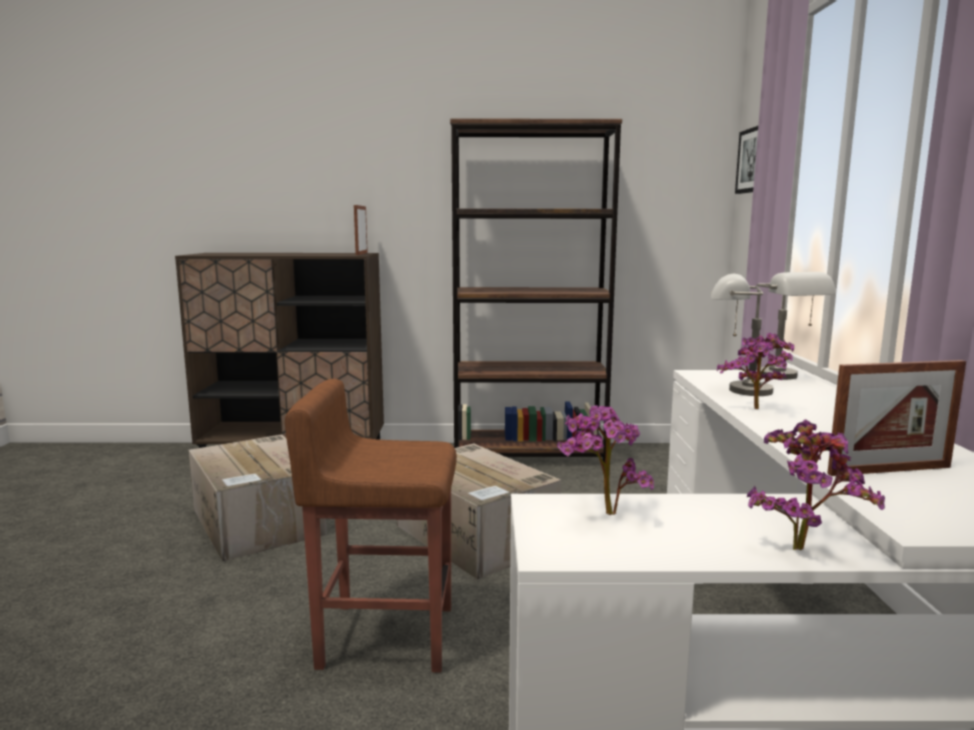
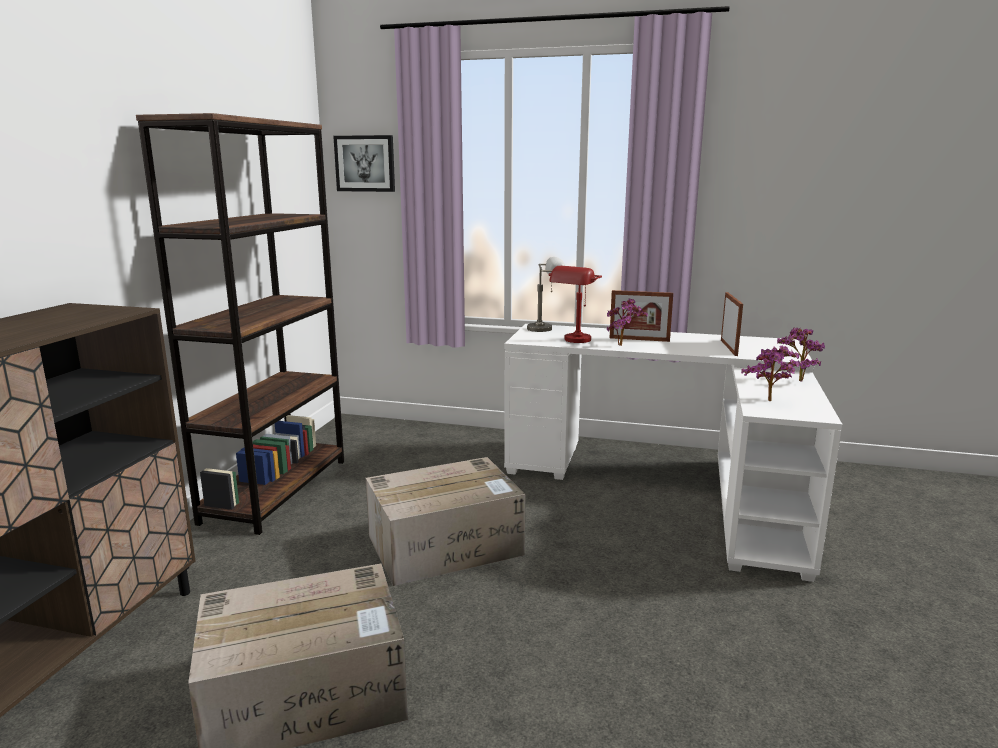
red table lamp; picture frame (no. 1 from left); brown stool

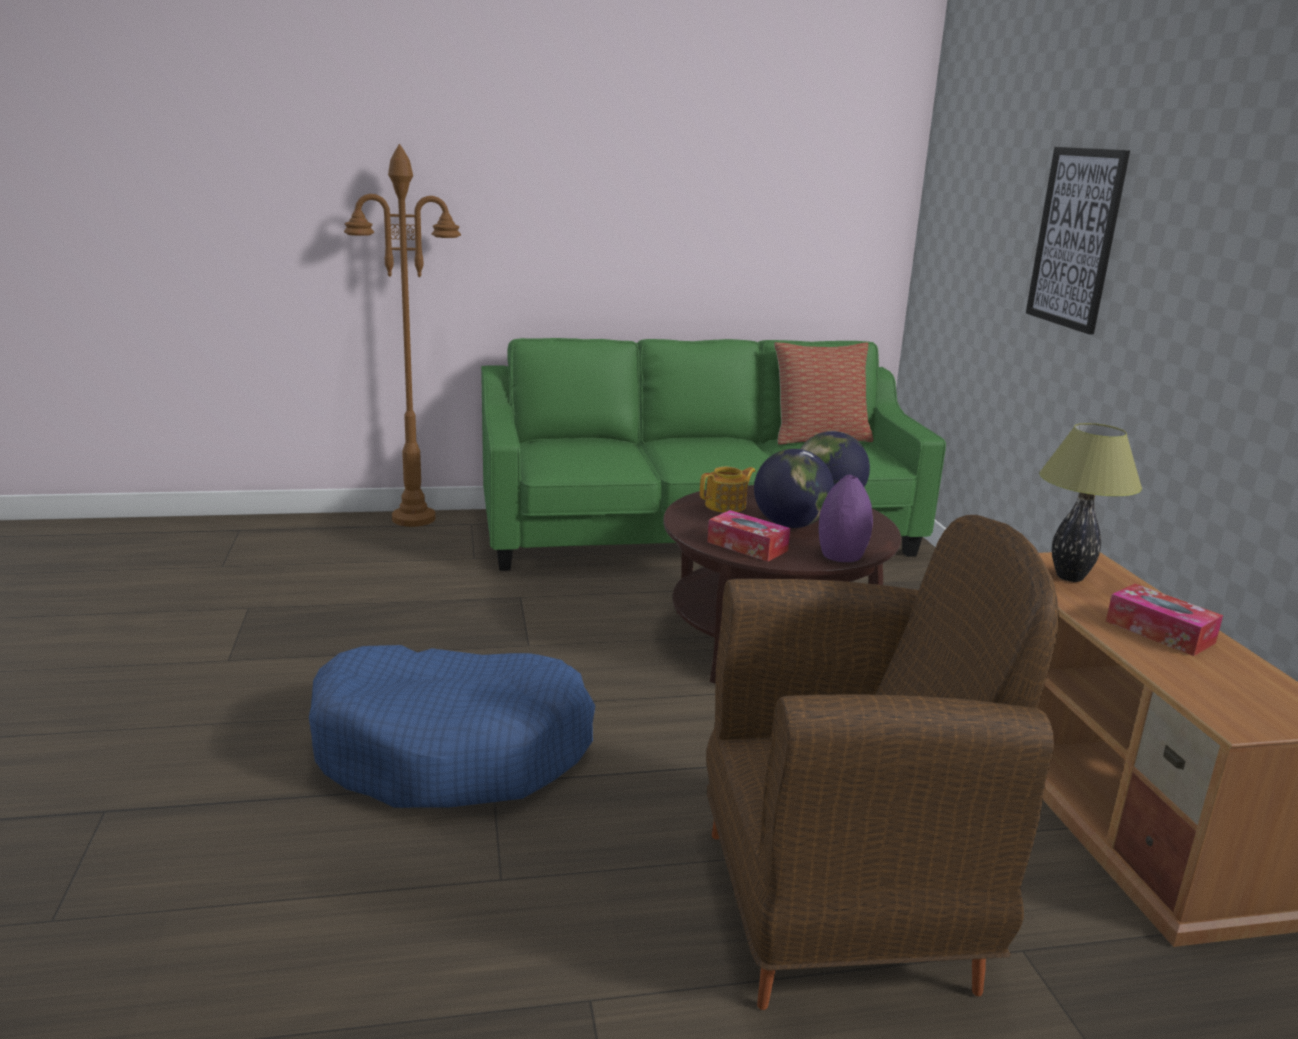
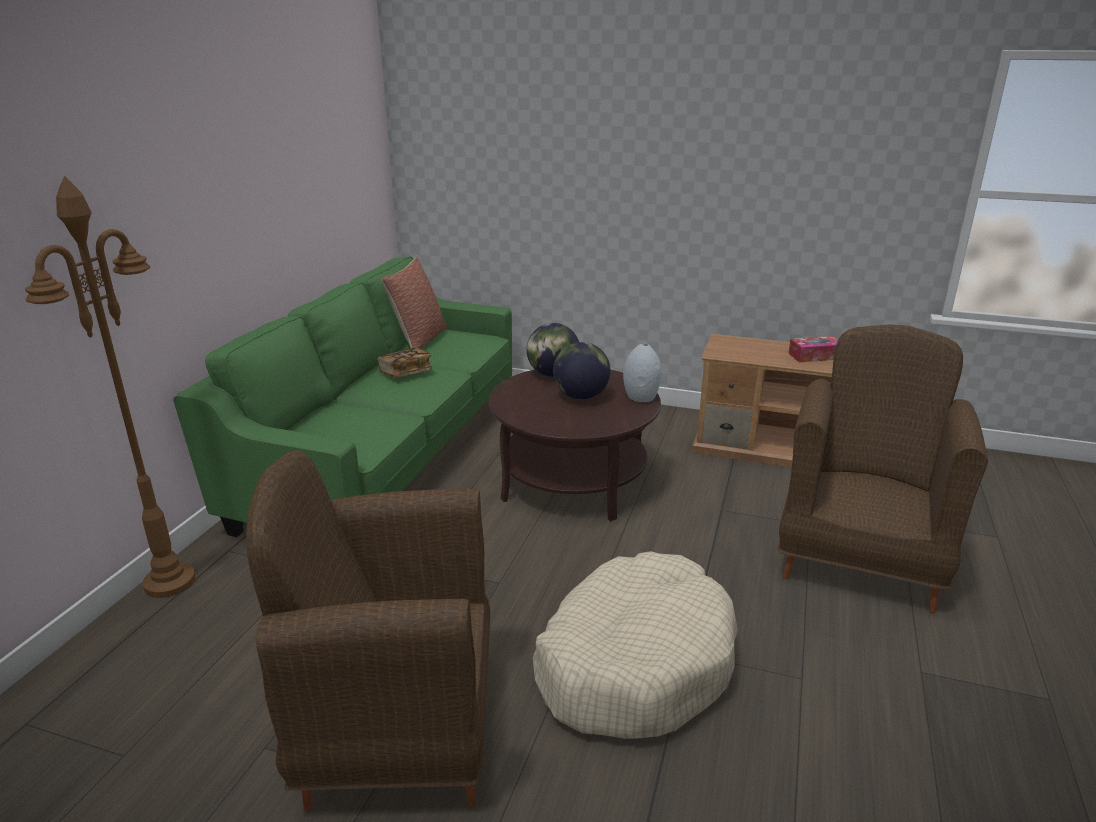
brown armchair (no. 1 from left); book; beige dog bed; grey vase; teapot; tissue box (no. 1 from left in the first image); picture; table lamp

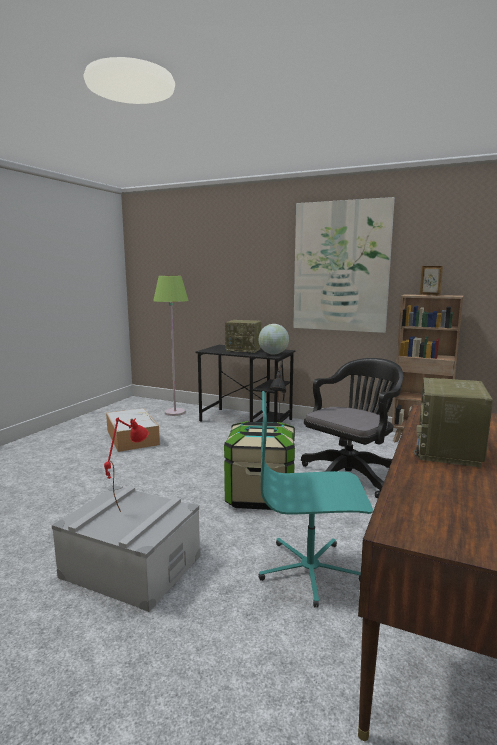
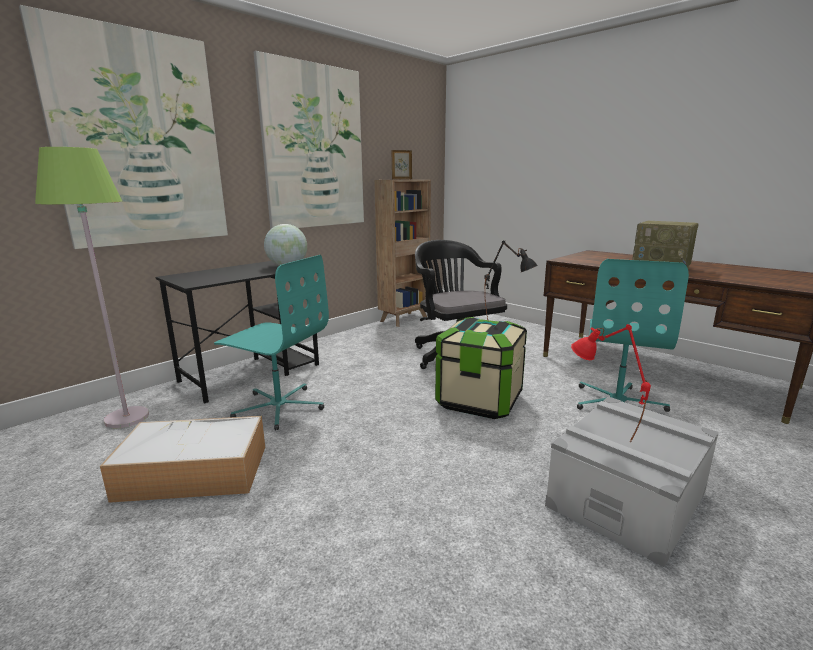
picture (no. 1 from left); turquoise office chair (no. 1 from left); radio (no. 1 from left in the first image)

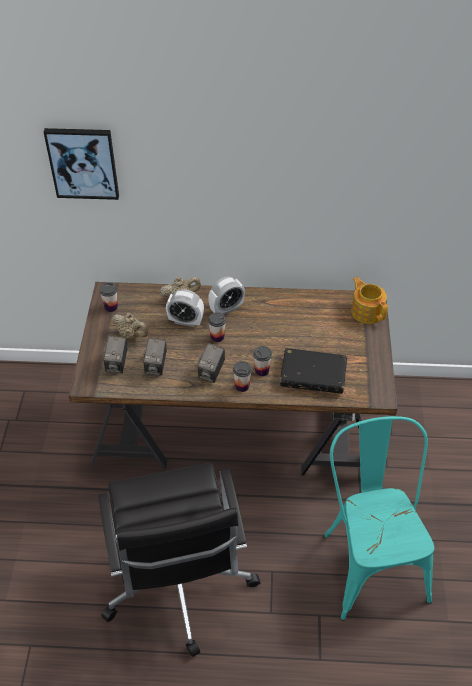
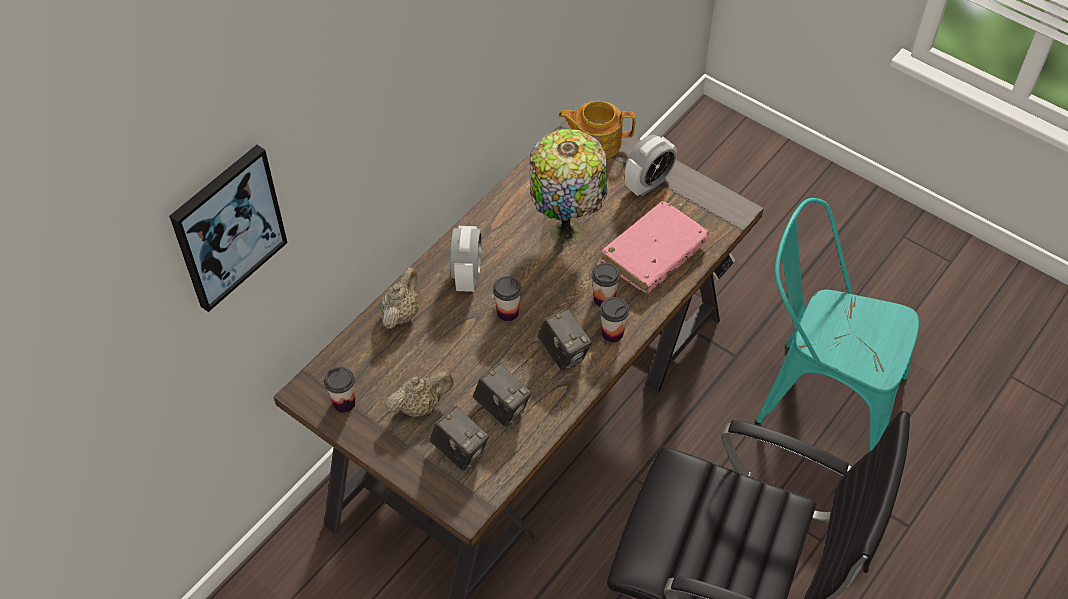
table lamp; pink book; alarm clock (no. 2 from left)

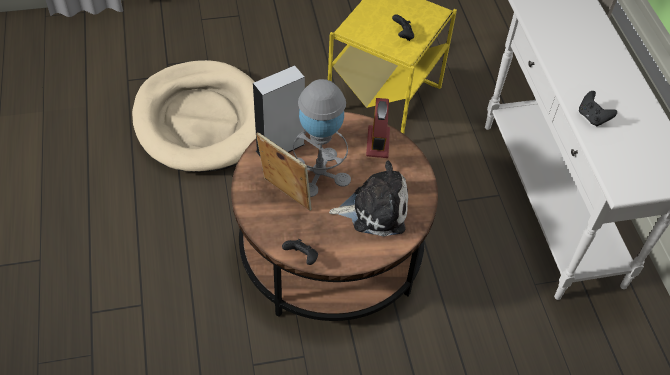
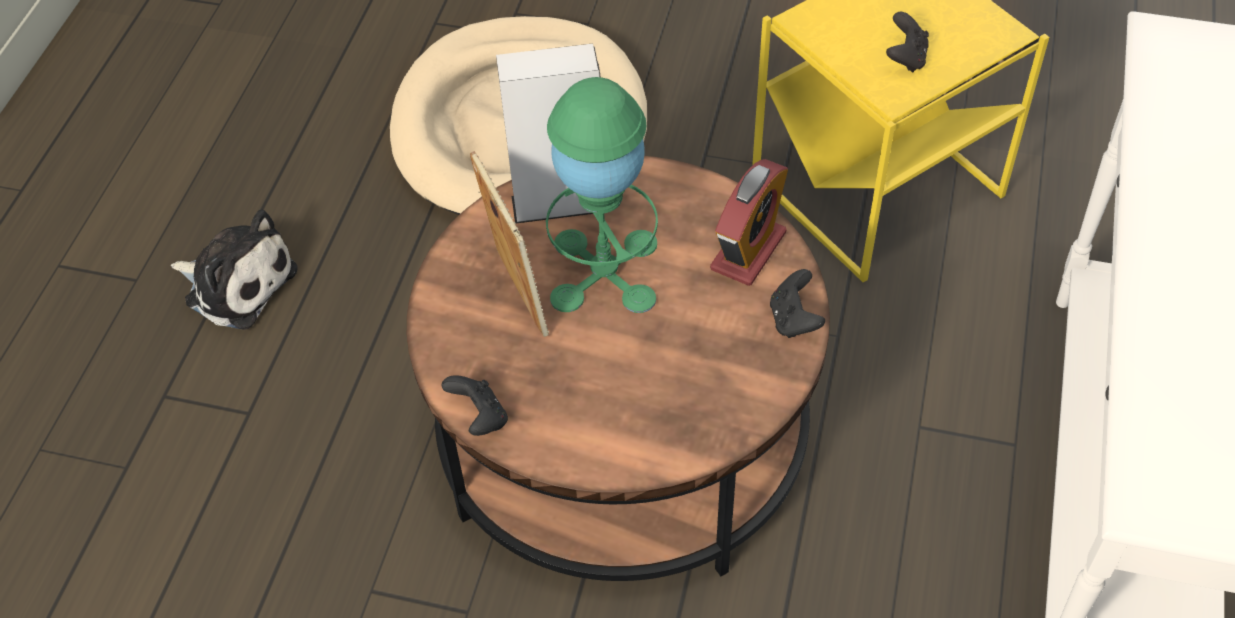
plush toy; green table lamp; black game controller (no. 2 from left)

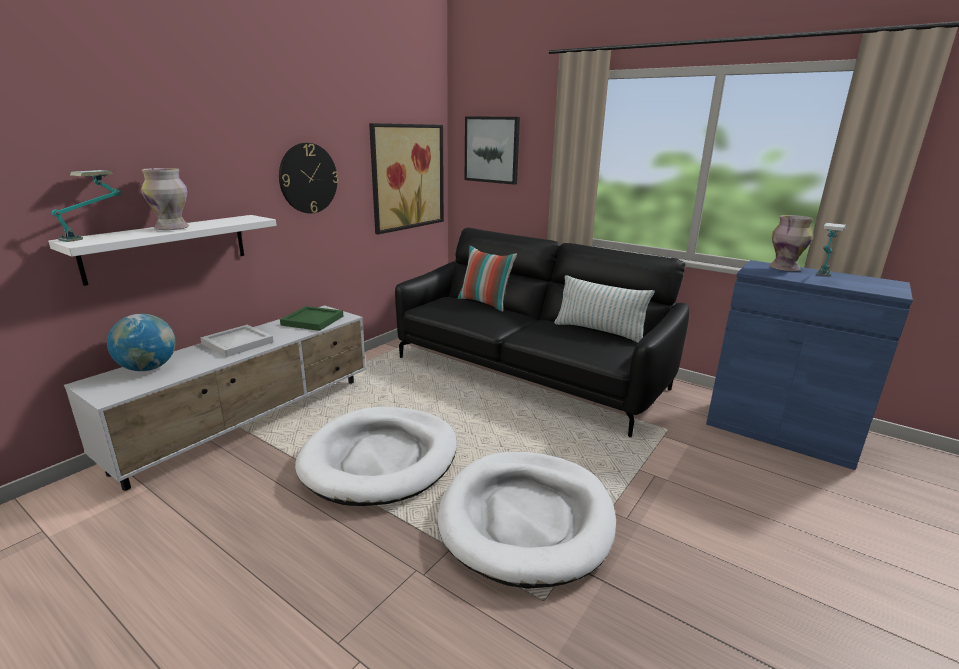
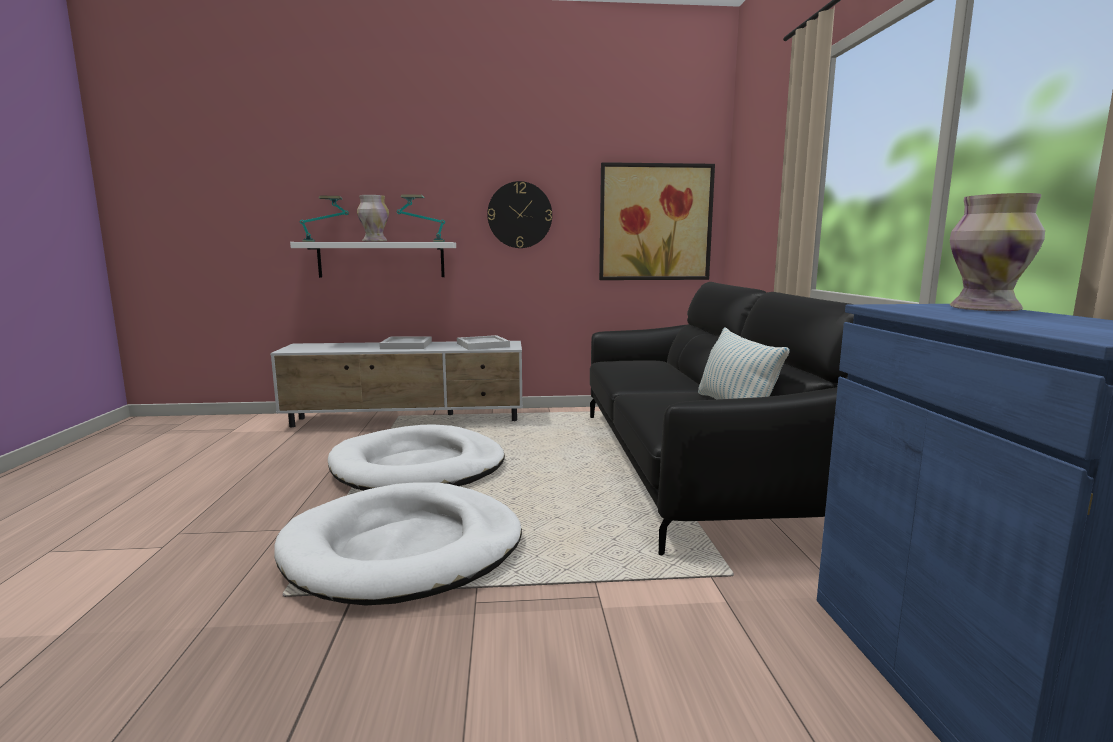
table lamp (no. 2 from left); white tray (no. 2 from left); globe; pillow (no. 1 from left in the first image); picture (no. 2 from left in the first image)

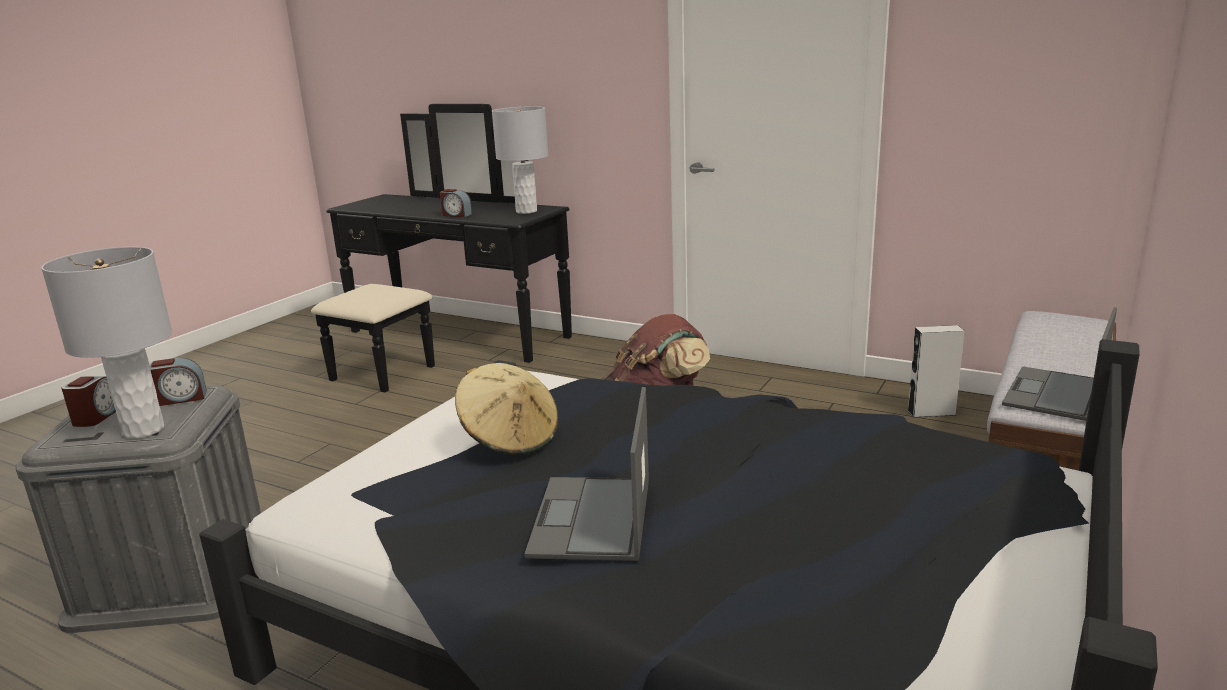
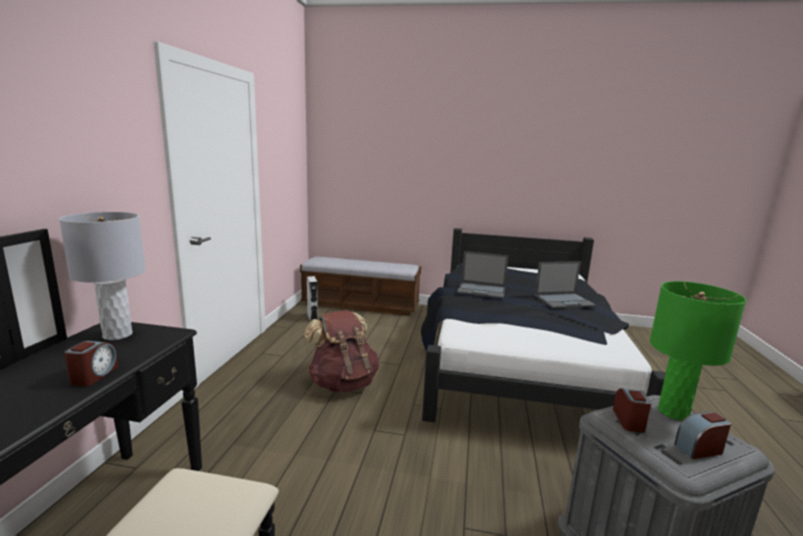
laptop (no. 1 from left); alarm clock (no. 2 from left); green table lamp; beige hat

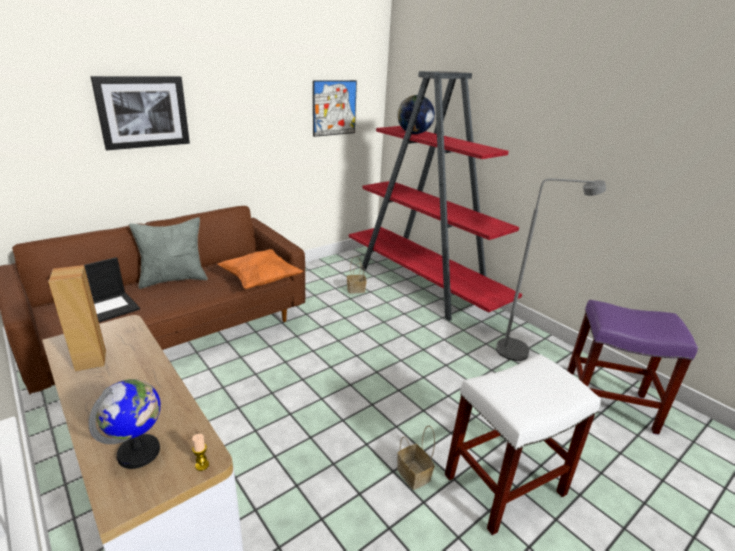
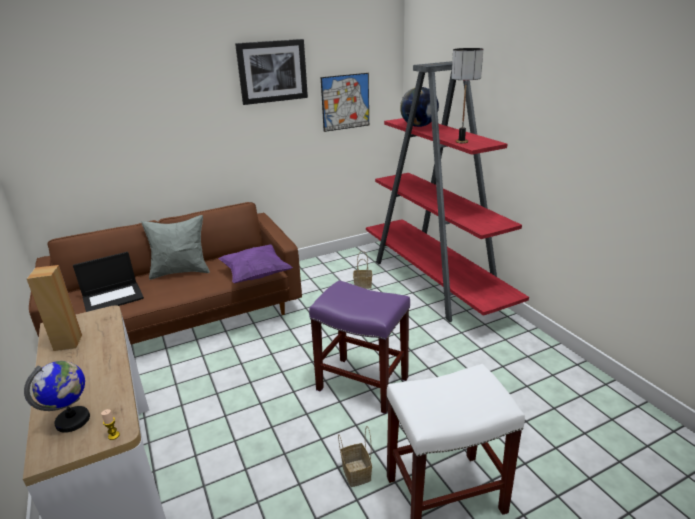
purple pillow; picture (no. 1 from left); purple stool; table lamp; grey floor lamp

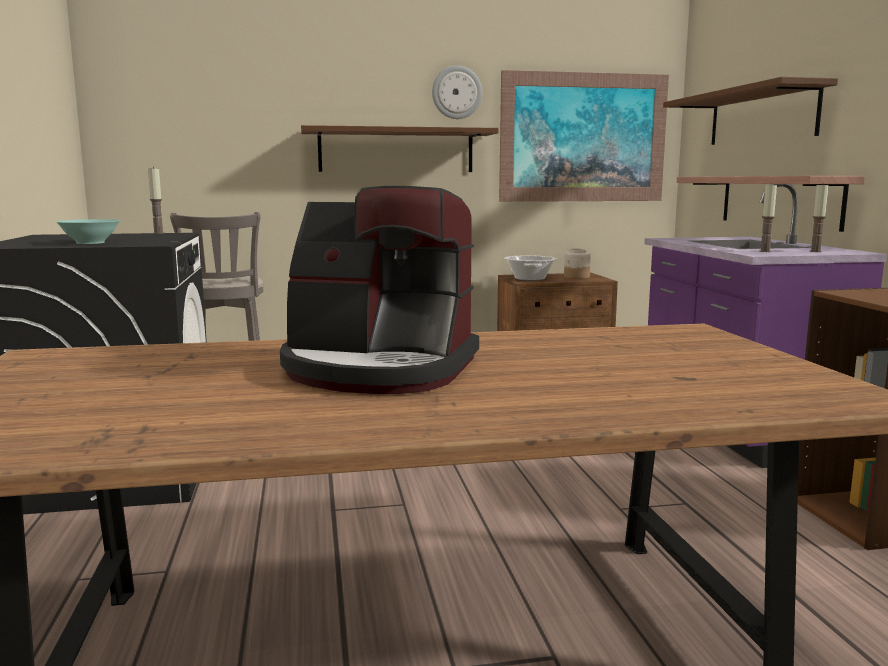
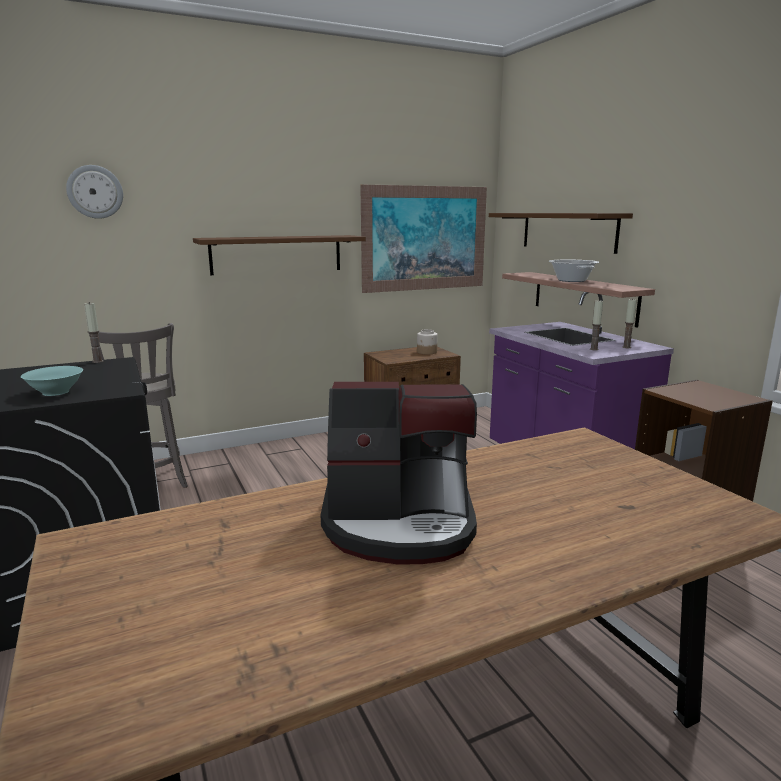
wall clock; cooking pot

